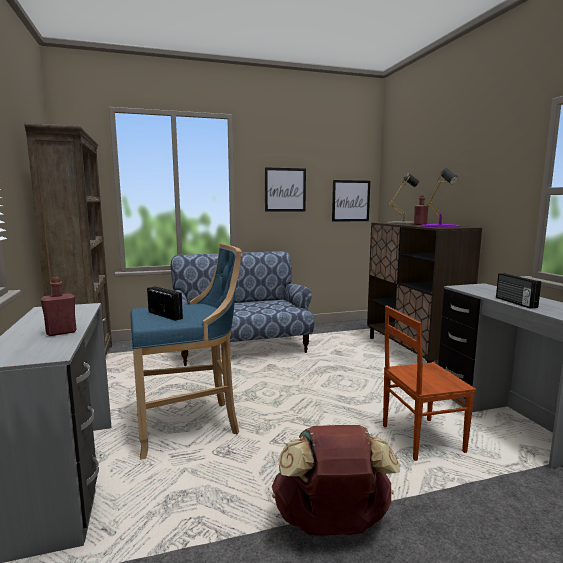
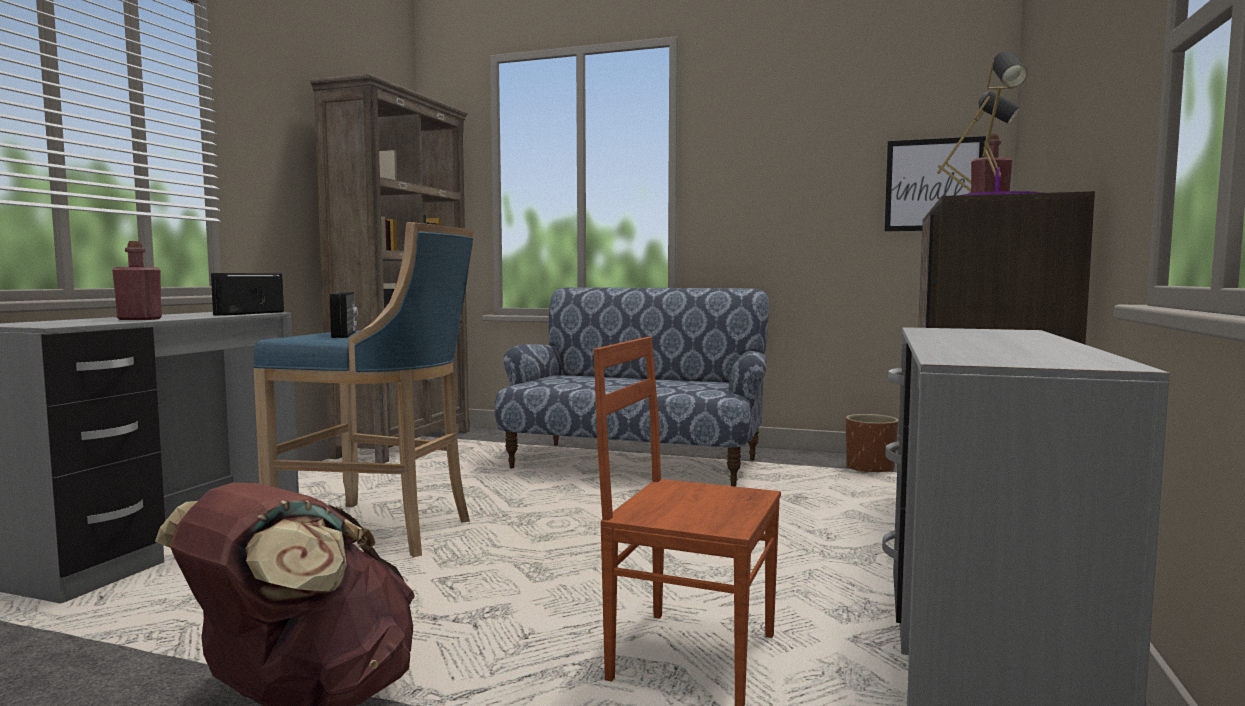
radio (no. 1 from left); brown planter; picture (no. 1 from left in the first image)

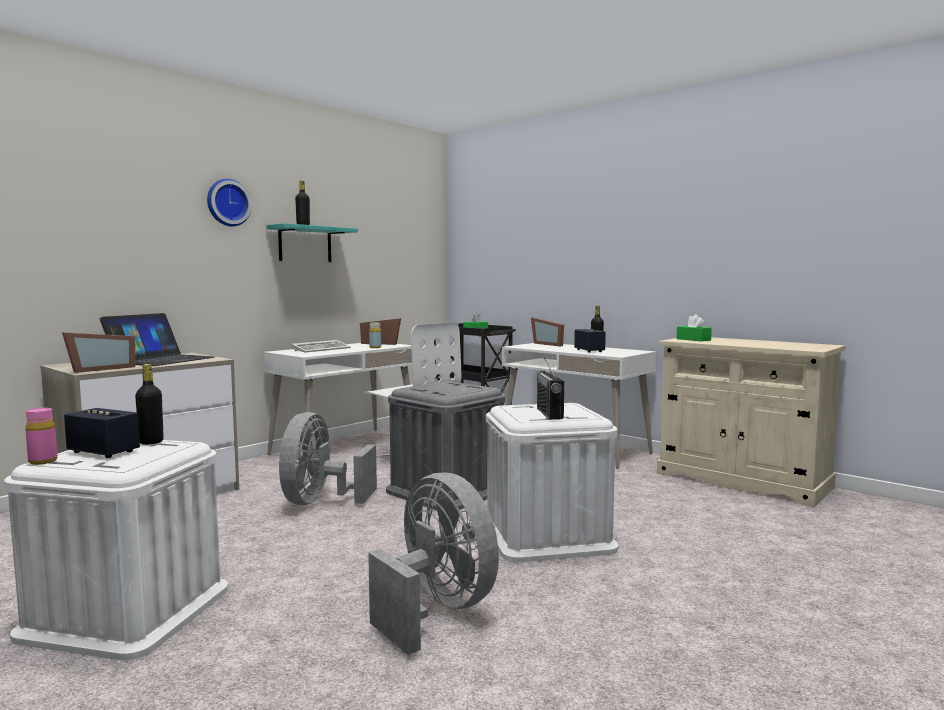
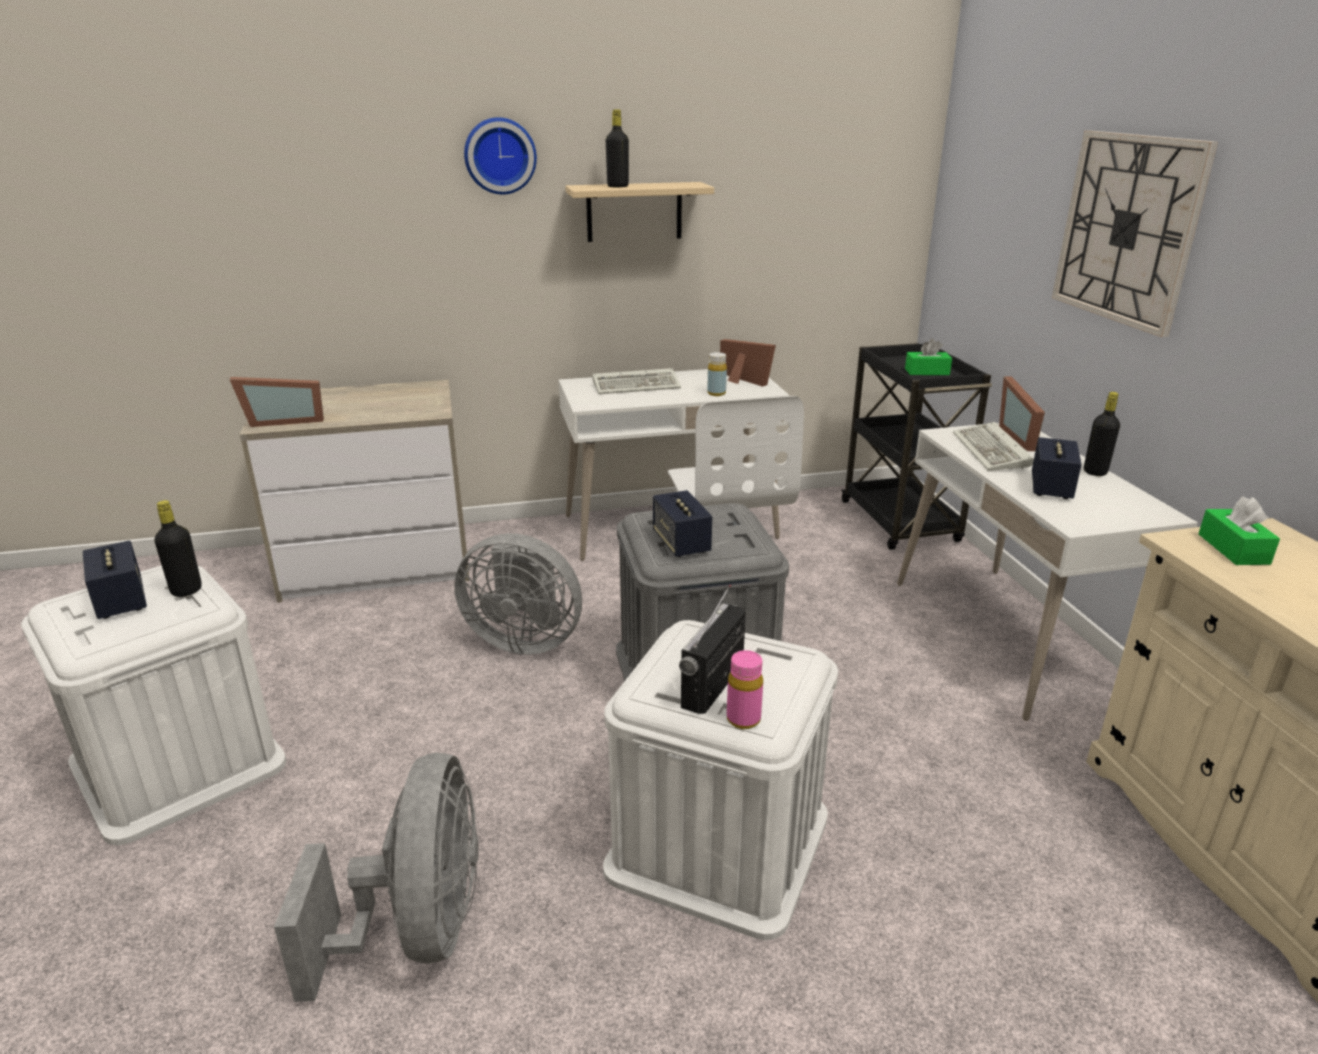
grey fan (no. 2 from left); beige shelf; speaker (no. 2 from left); pink bottle; keyboard (no. 2 from left); wall clock (no. 2 from left); laptop

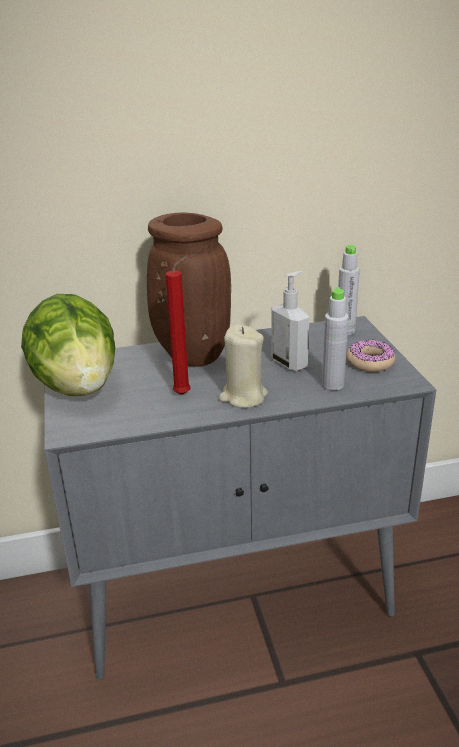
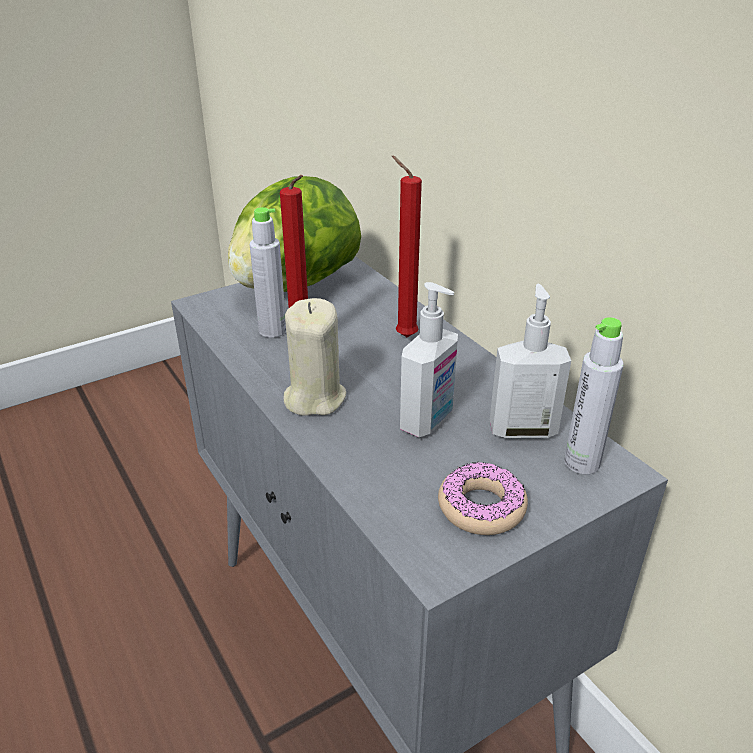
grey bottle (no. 1 from left); red candle (no. 2 from left); soap dispenser (no. 2 from left)

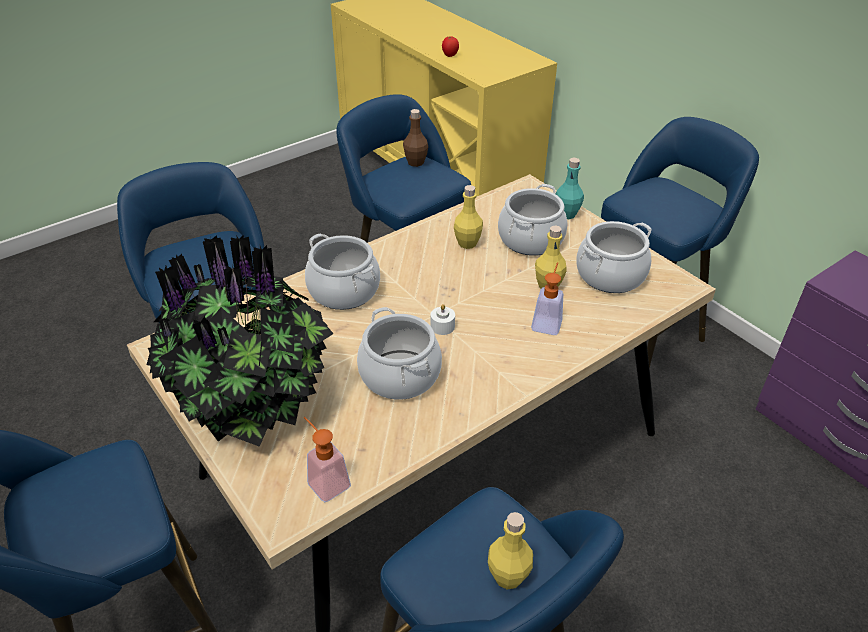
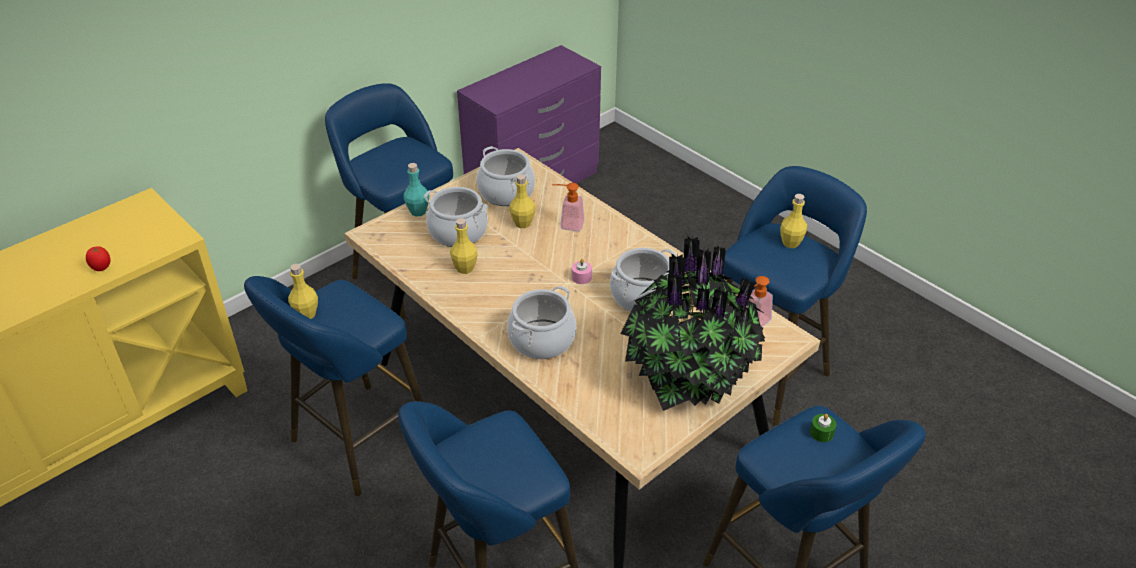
yellow bottle (no. 1 from left); pink candle; green candle

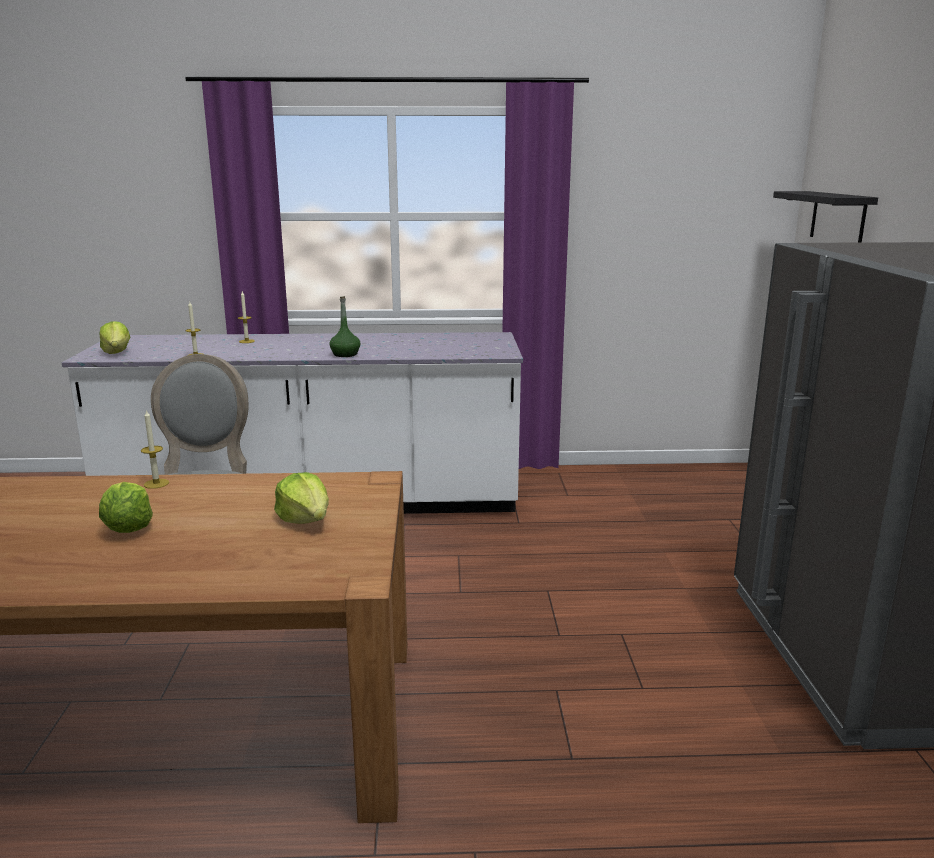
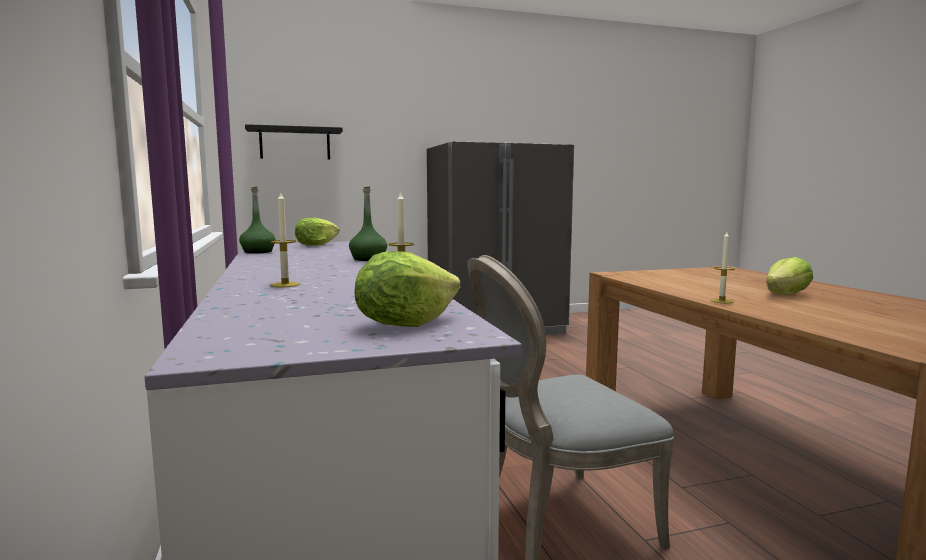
green bottle (no. 1 from left); lettuce (no. 1 from left)

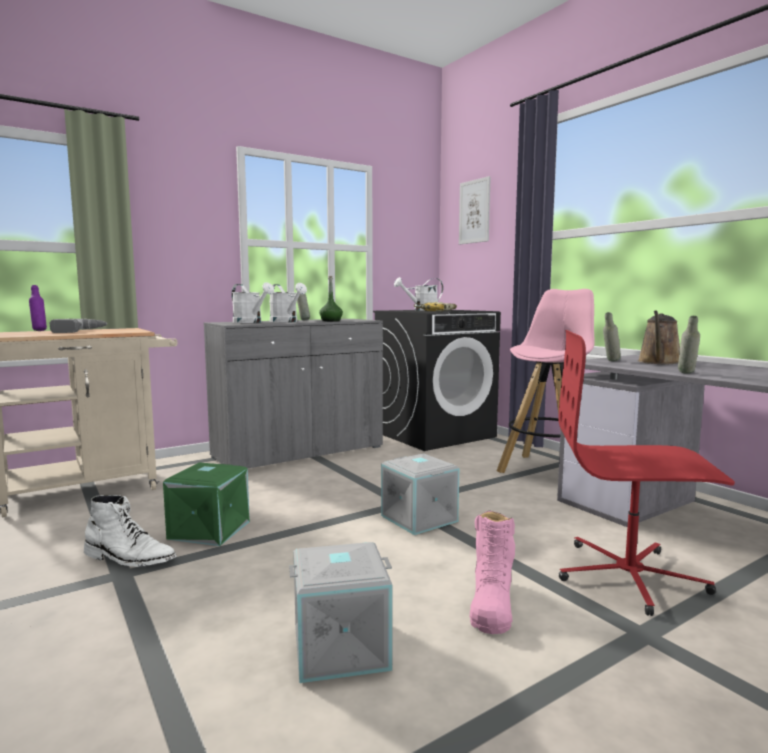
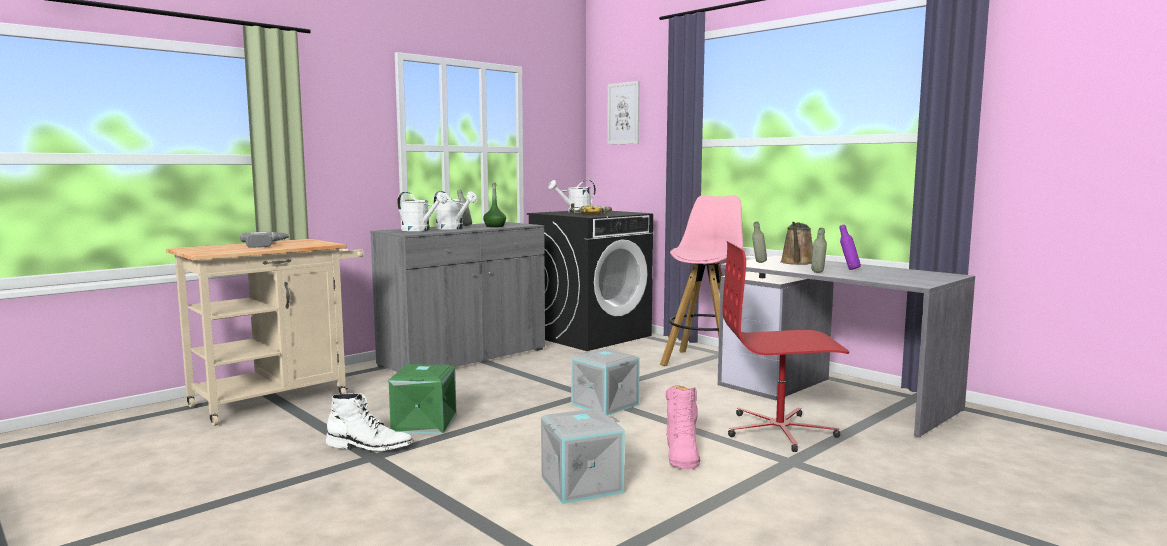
purple bottle

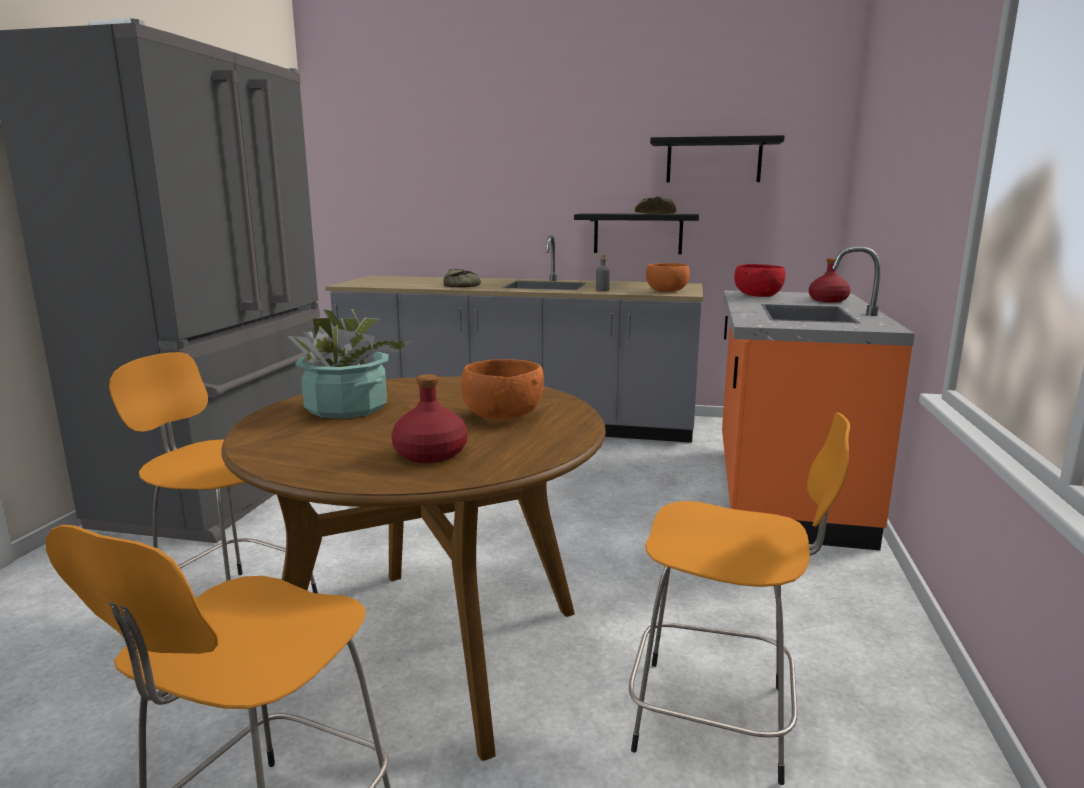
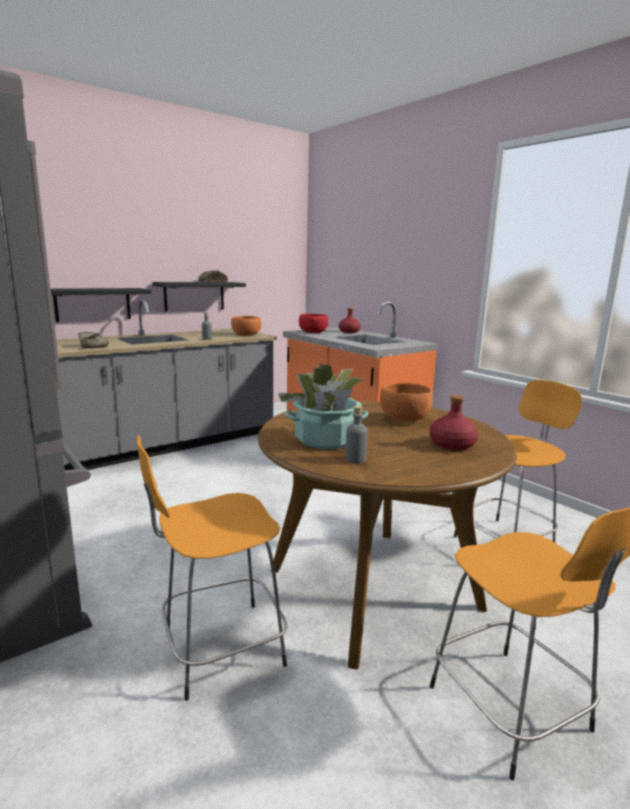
black shelf (no. 1 from left); grey bottle (no. 2 from left)

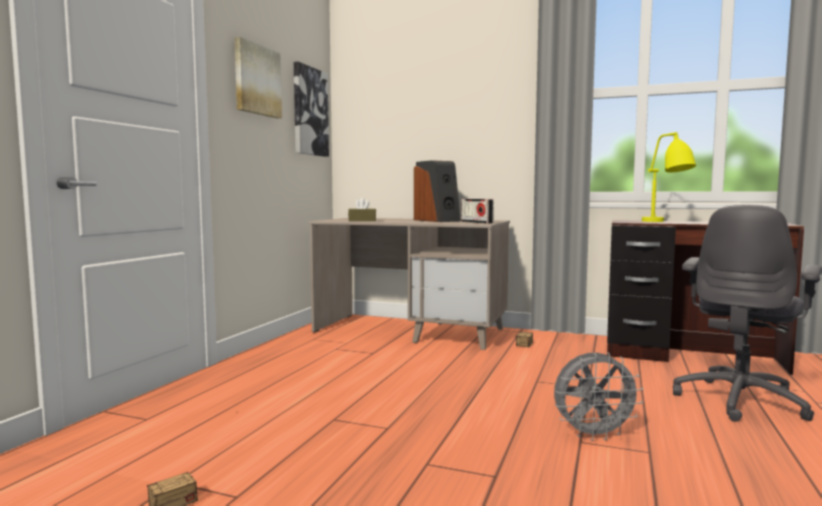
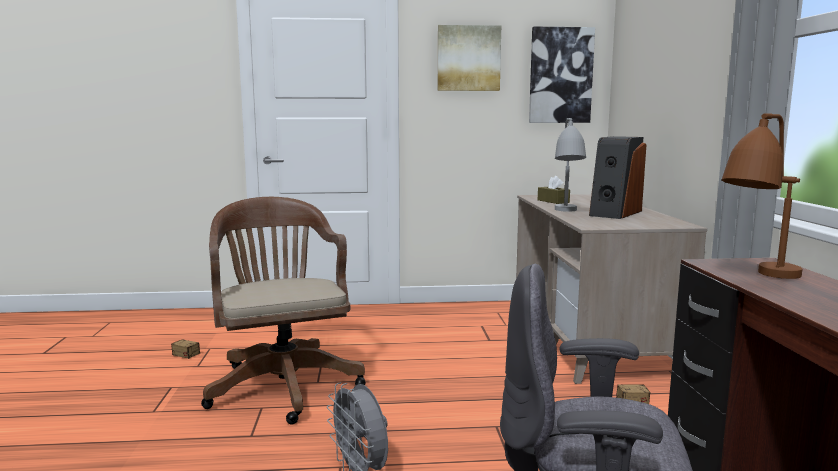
brown office chair; grey table lamp; brown table lamp; radio

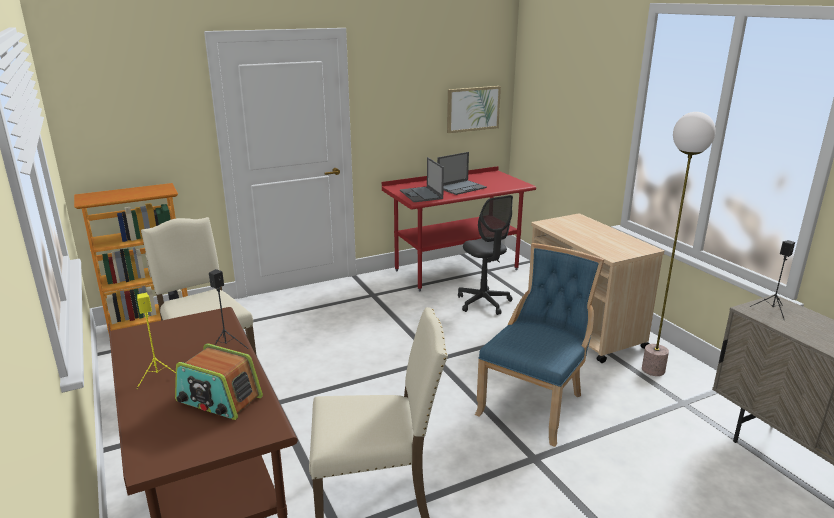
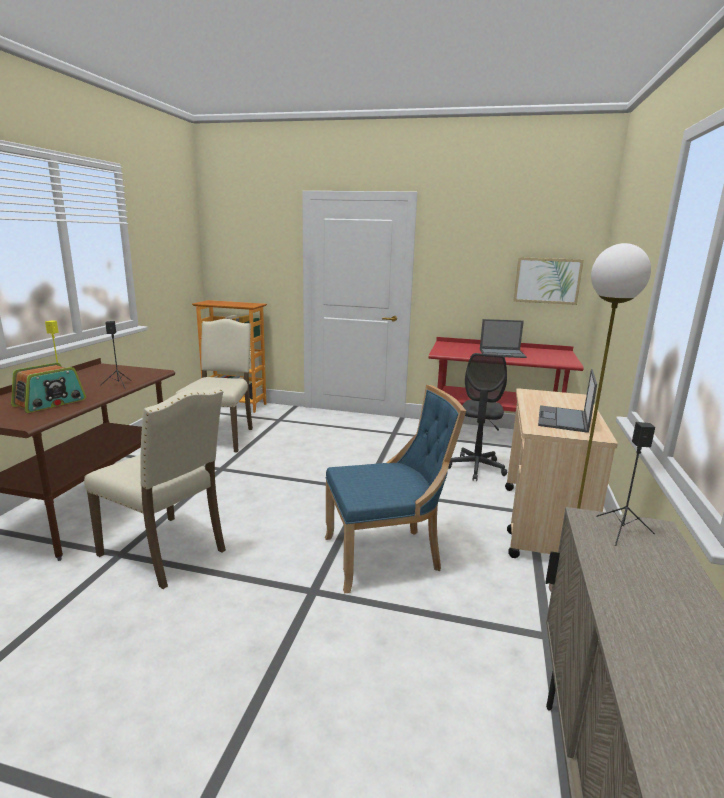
radio; laptop (no. 2 from left)

